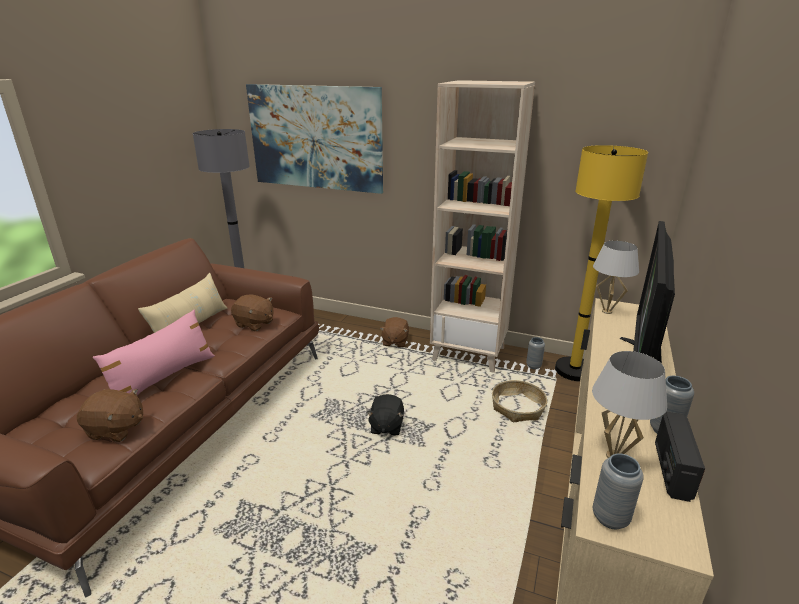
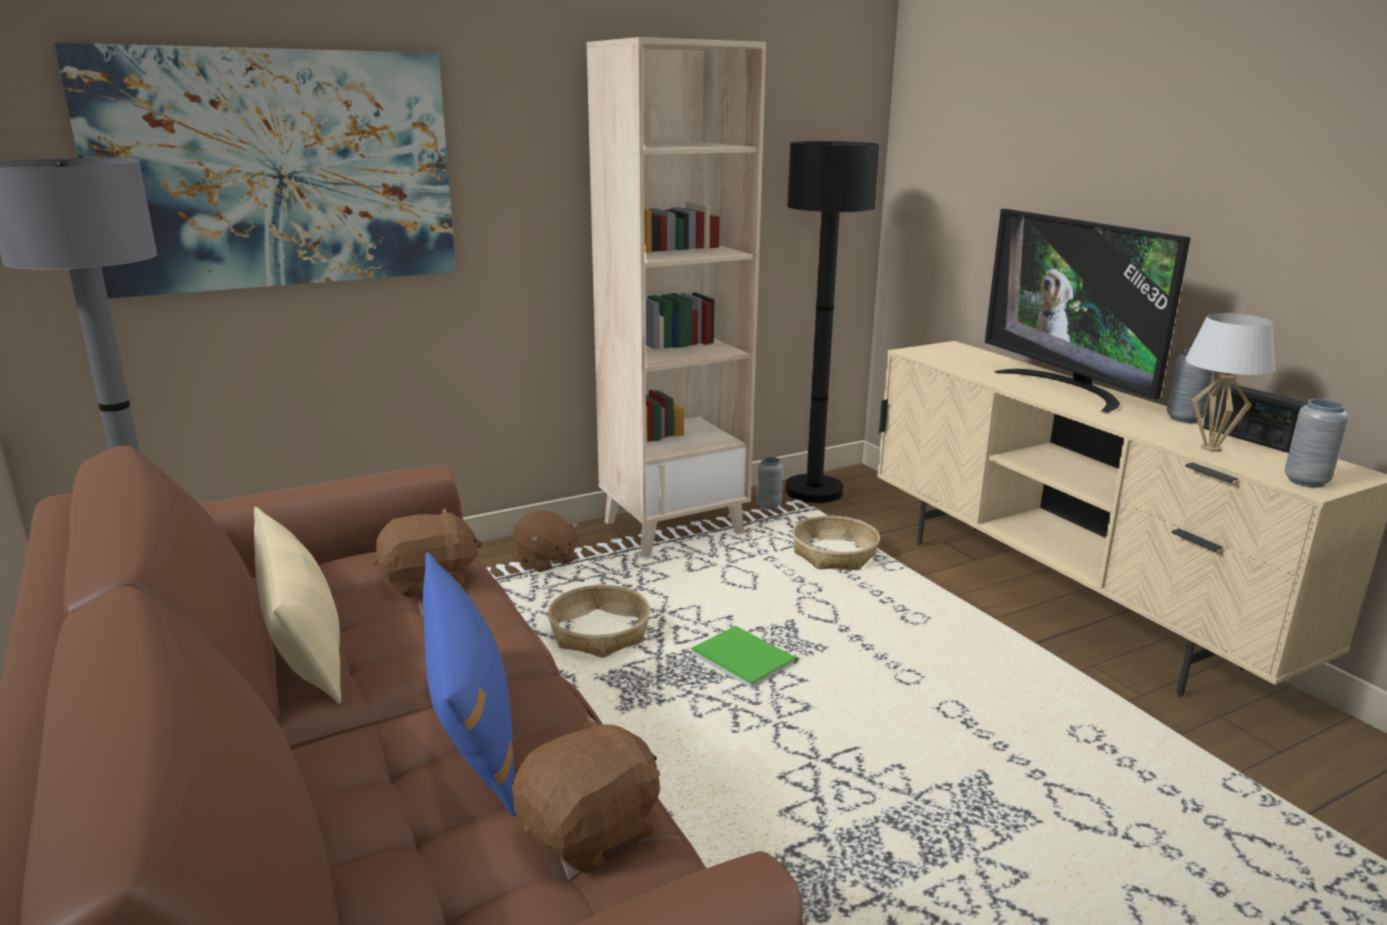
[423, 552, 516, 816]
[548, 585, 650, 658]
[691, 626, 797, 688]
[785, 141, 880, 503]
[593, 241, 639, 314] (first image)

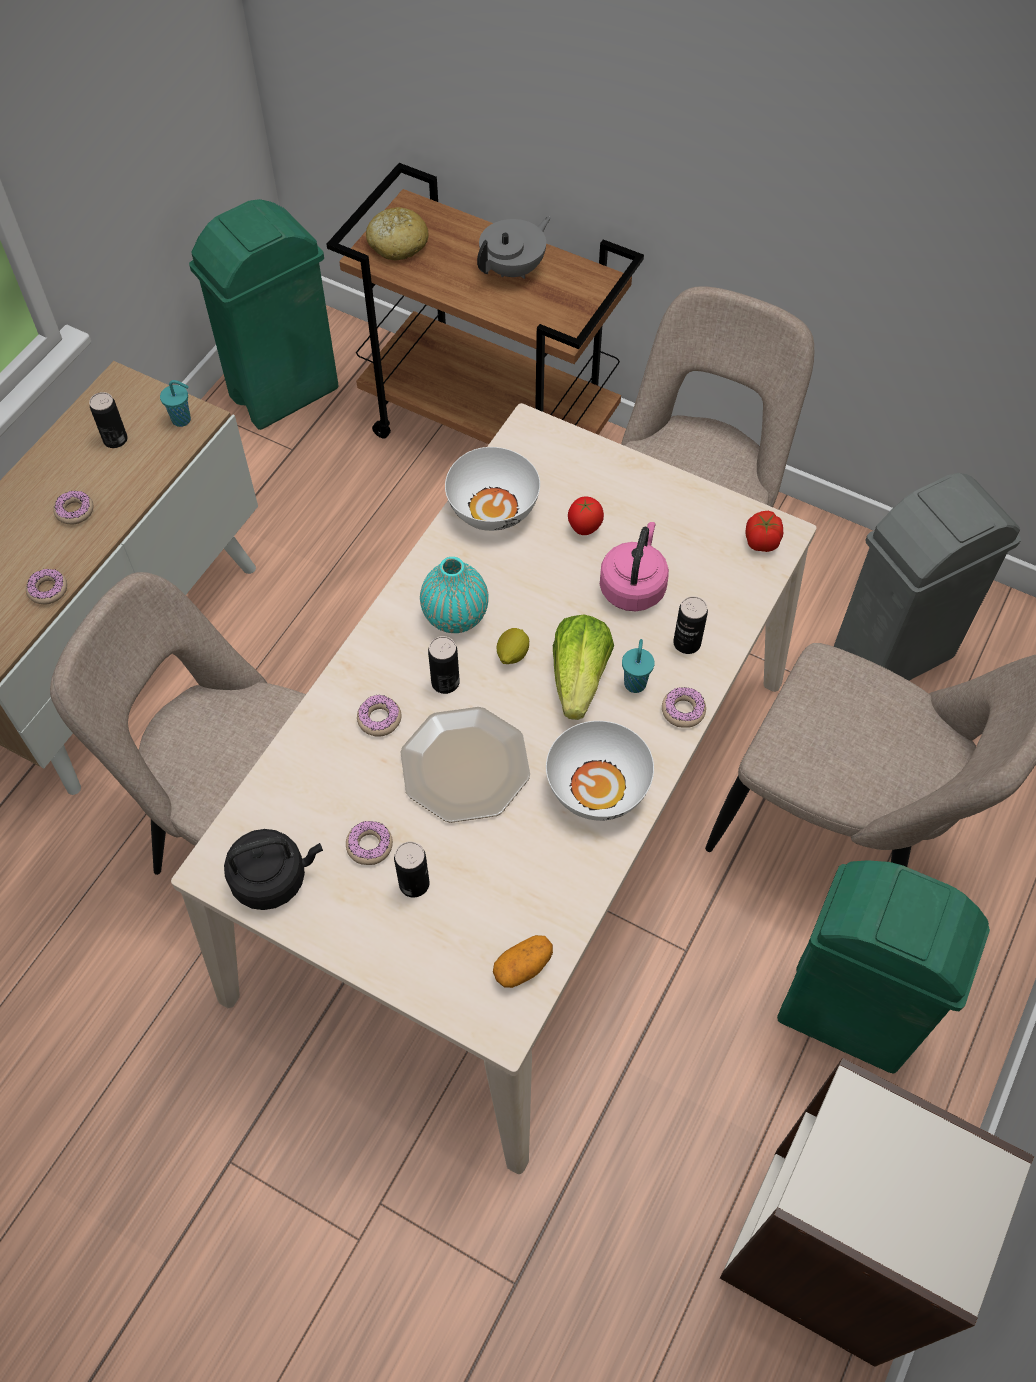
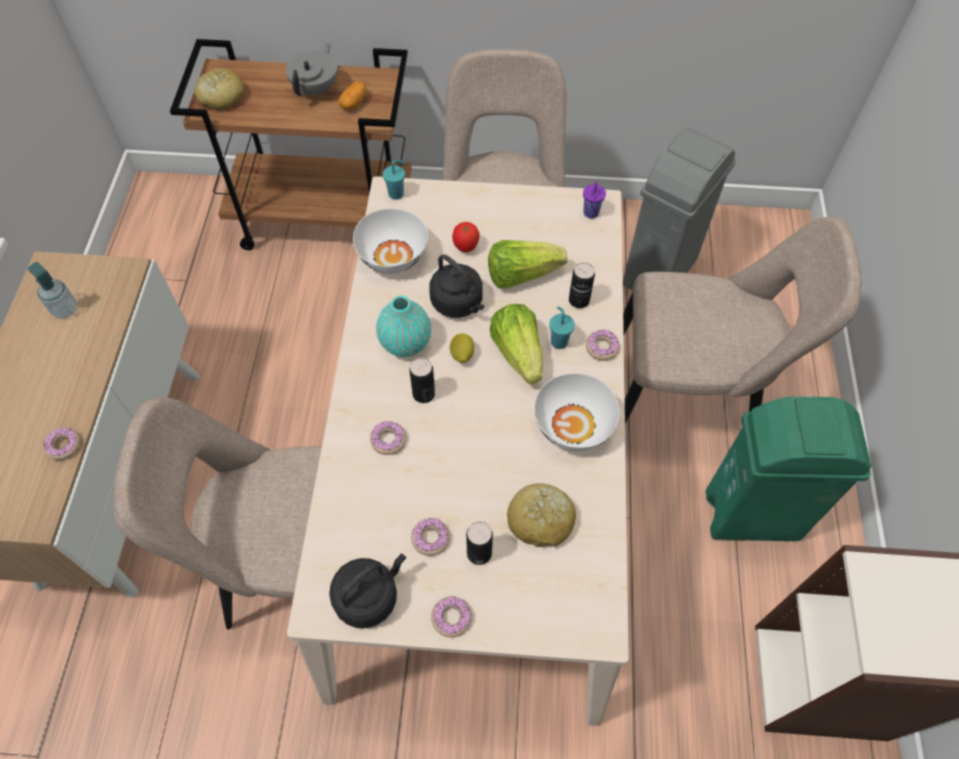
[27, 262, 77, 319]
[338, 81, 366, 110]
[383, 160, 405, 200]
[429, 254, 485, 318]
[431, 596, 472, 637]
[488, 240, 567, 288]
[507, 483, 576, 547]
[583, 182, 606, 219]
[189, 199, 338, 430] (first image)
[400, 707, 530, 823] (first image)

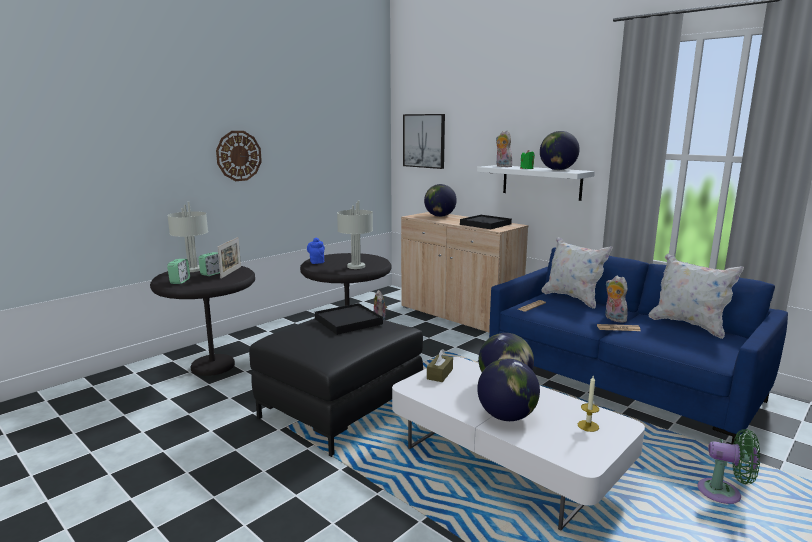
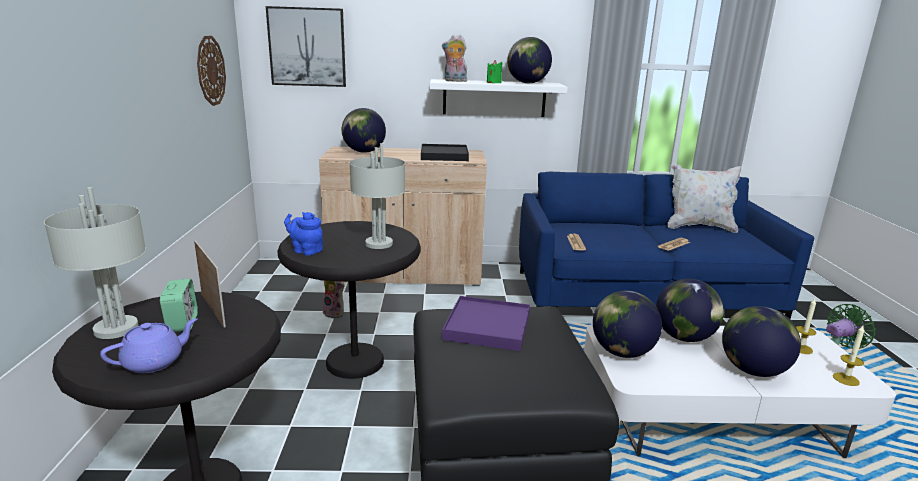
[100, 318, 198, 373]
[197, 36, 226, 106]
[442, 296, 530, 351]
[593, 291, 662, 358]
[833, 326, 865, 386]
[541, 237, 613, 309] (first image)
[605, 275, 628, 323] (first image)

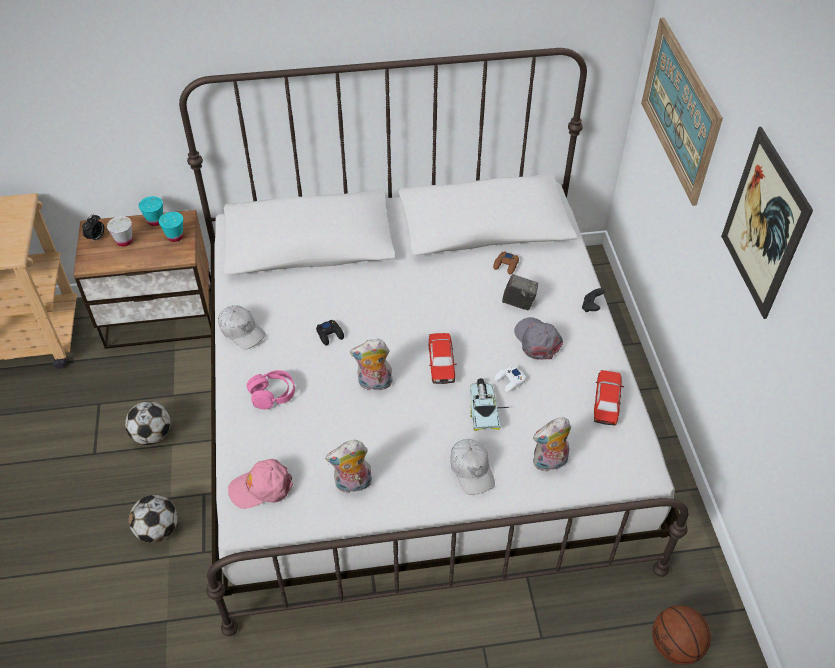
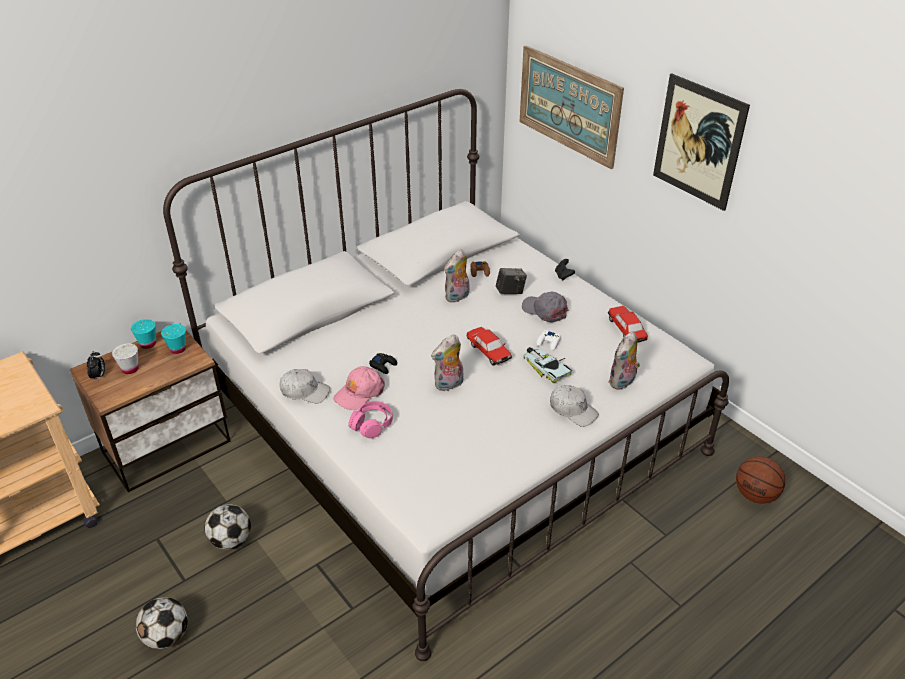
[135, 597, 188, 649]
[333, 366, 385, 410]
[444, 249, 470, 303]

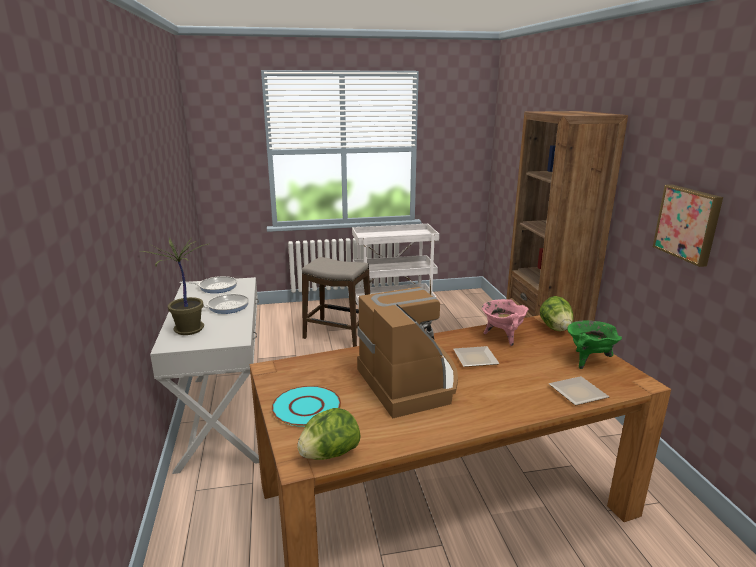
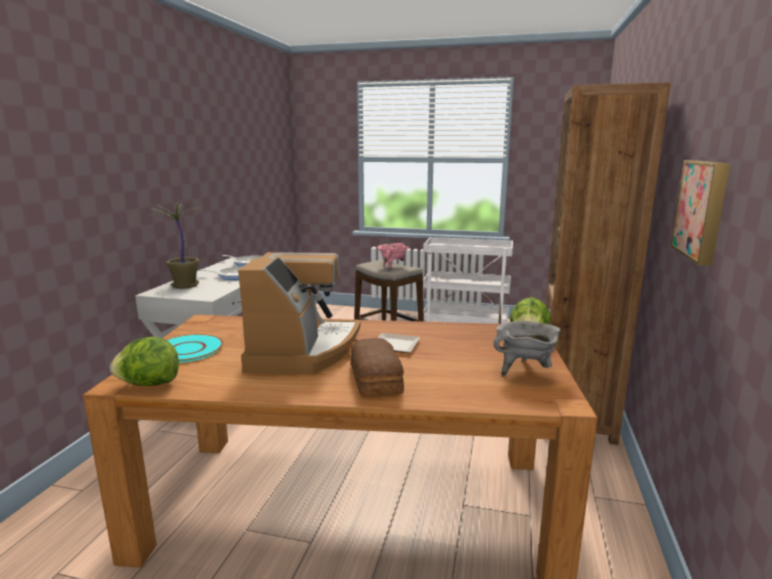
[350, 338, 404, 398]
[378, 243, 409, 270]
[493, 321, 561, 376]
[549, 376, 609, 405] (first image)

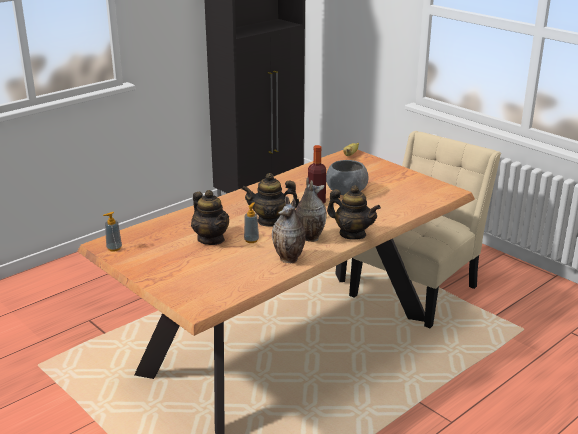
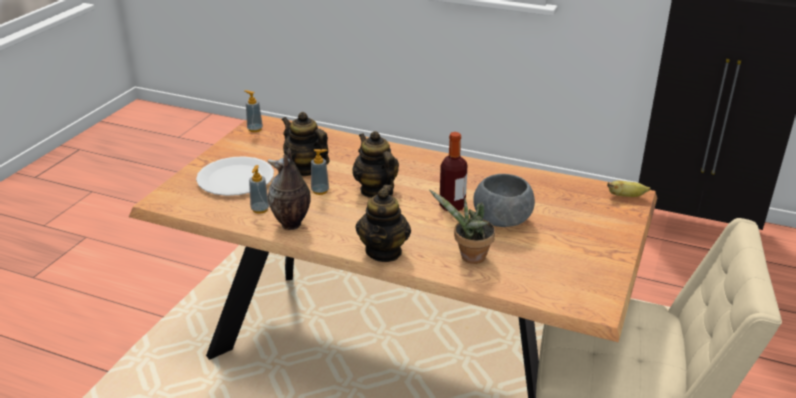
[196, 156, 274, 196]
[249, 165, 269, 214]
[282, 112, 329, 176]
[429, 189, 495, 264]
[296, 177, 327, 242] (first image)

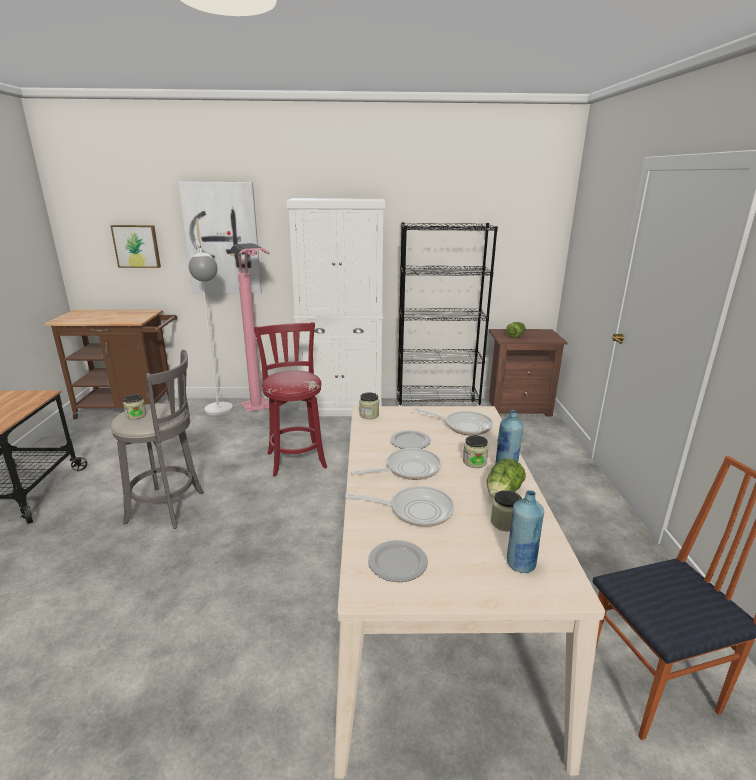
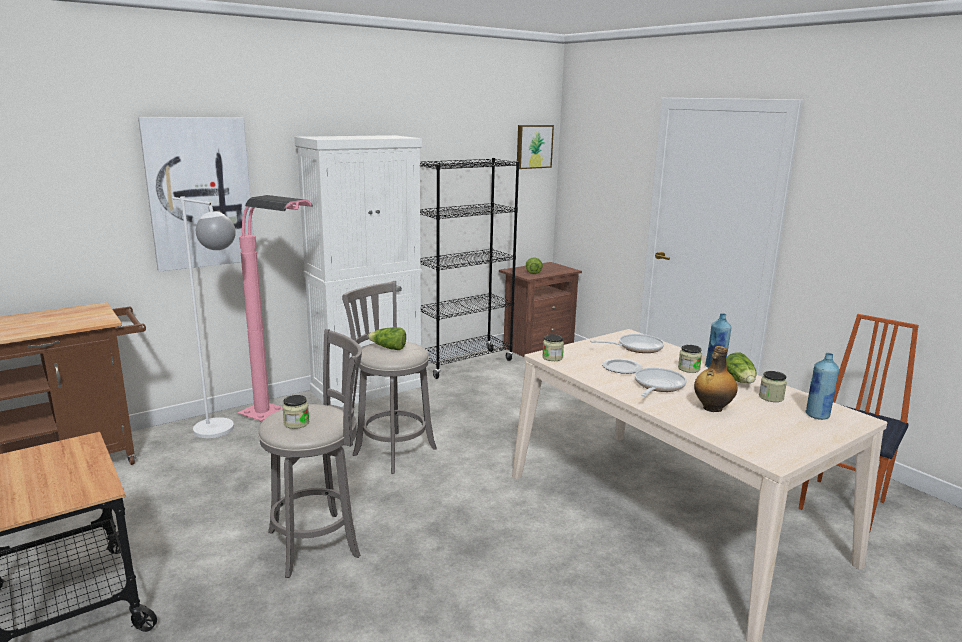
[342, 281, 437, 474]
[368, 327, 406, 350]
[517, 125, 554, 169]
[694, 346, 738, 412]
[368, 540, 428, 582] (first image)

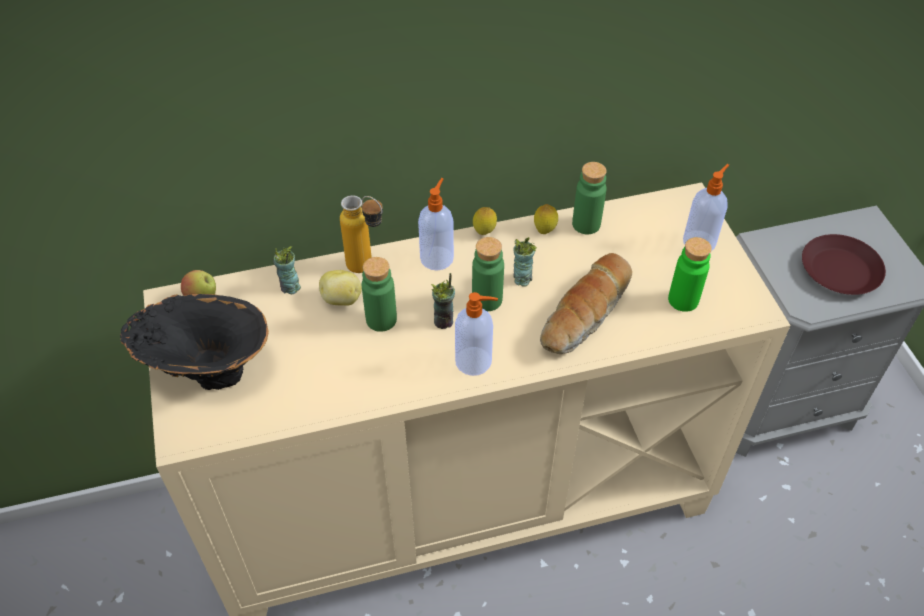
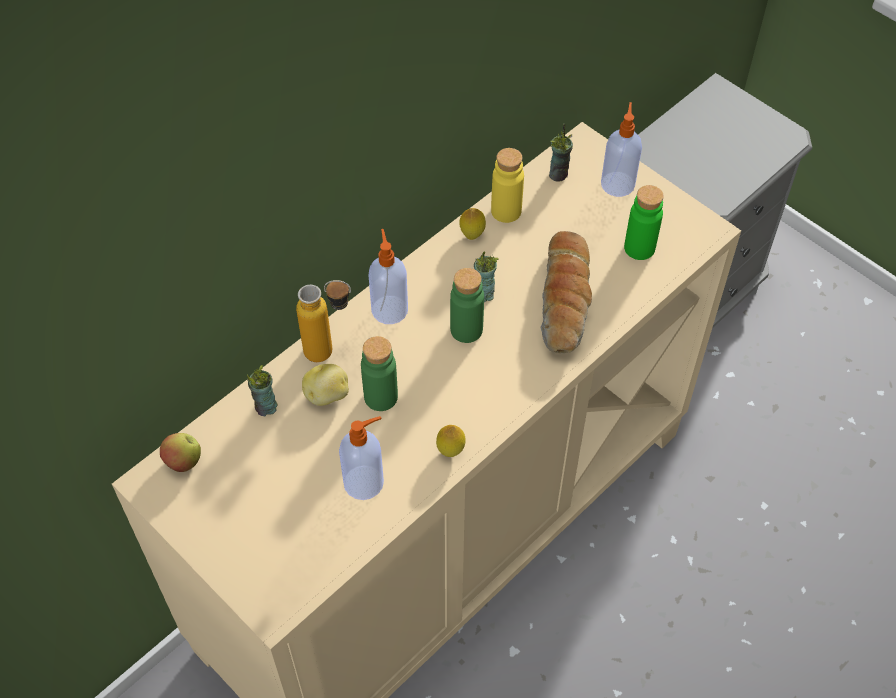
[339, 416, 384, 500]
[436, 425, 465, 457]
[491, 148, 524, 223]
[549, 124, 573, 182]
[120, 294, 269, 390] (first image)
[802, 234, 886, 295] (first image)

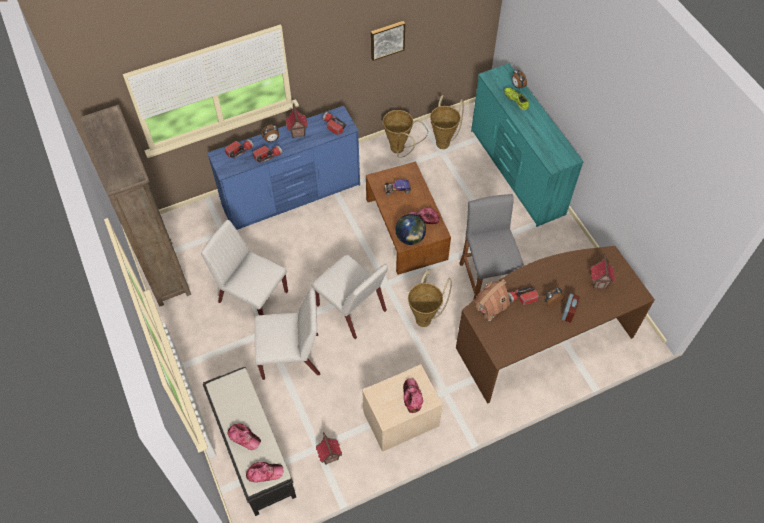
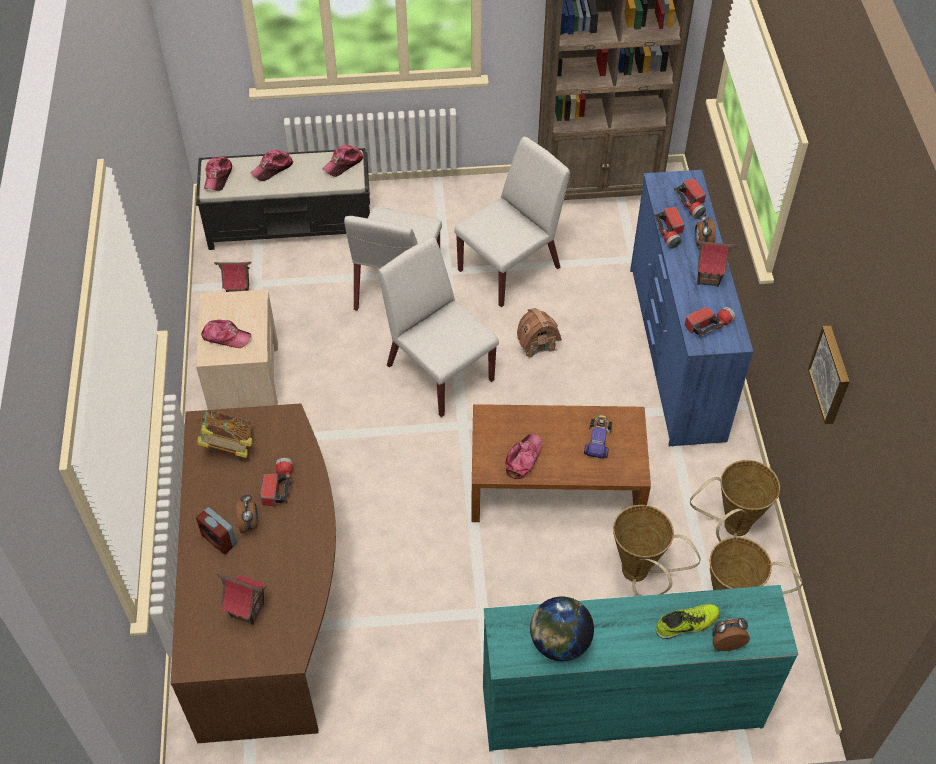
[197, 410, 252, 458]
[322, 145, 364, 177]
[378, 237, 499, 417]
[517, 308, 562, 359]
[530, 596, 594, 661]
[613, 505, 701, 596]
[459, 194, 524, 299] (first image)

